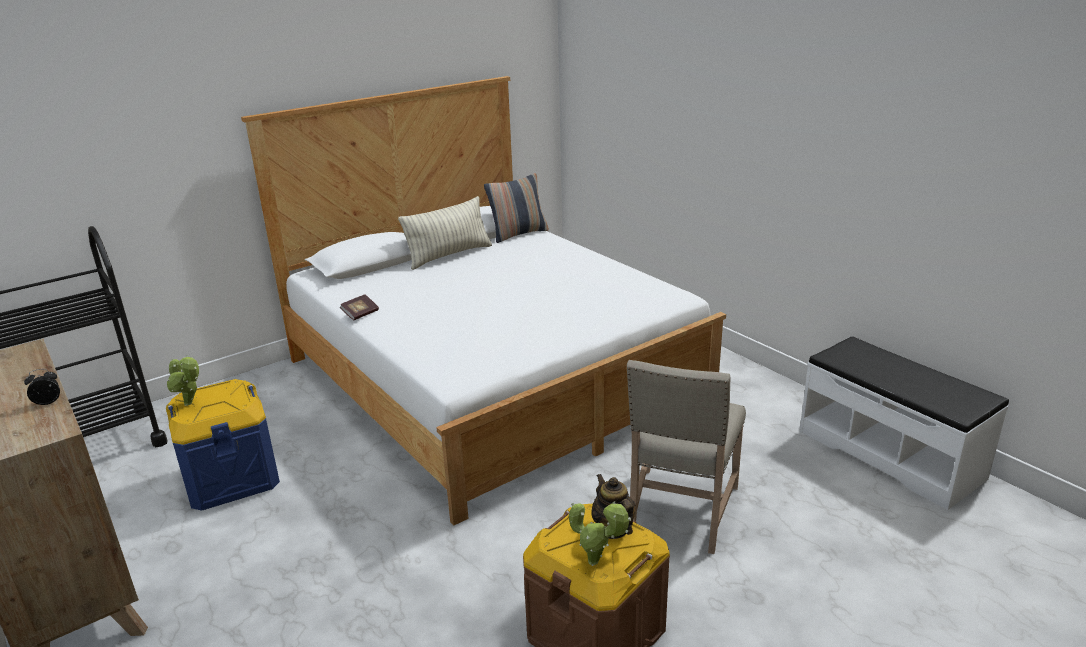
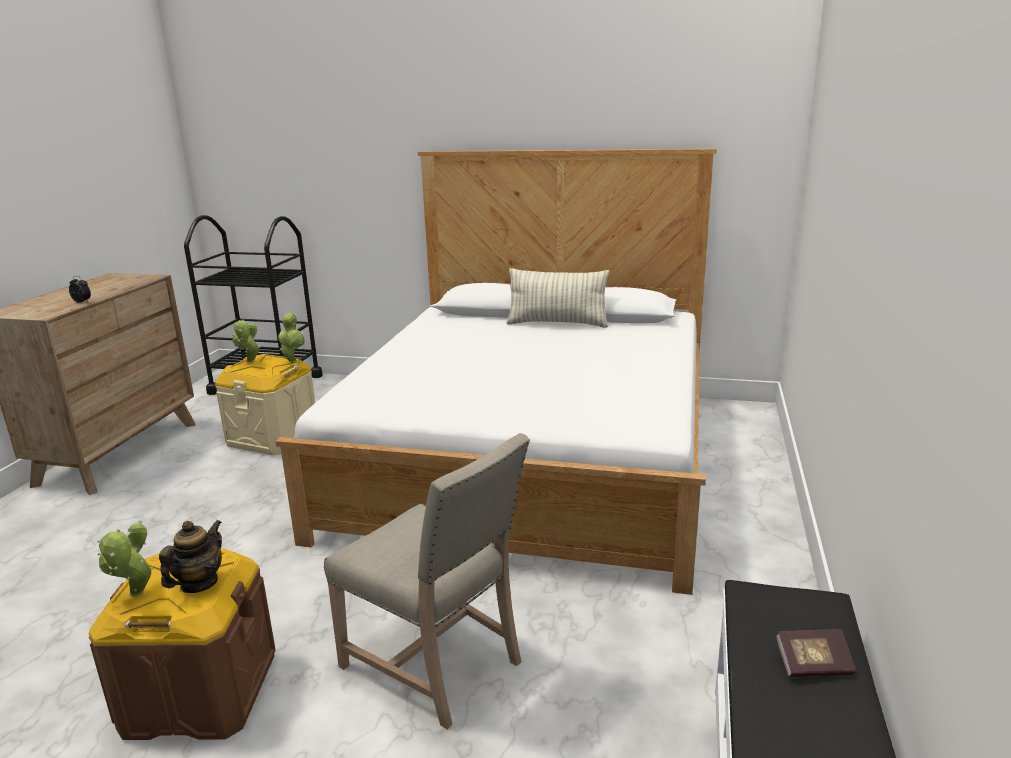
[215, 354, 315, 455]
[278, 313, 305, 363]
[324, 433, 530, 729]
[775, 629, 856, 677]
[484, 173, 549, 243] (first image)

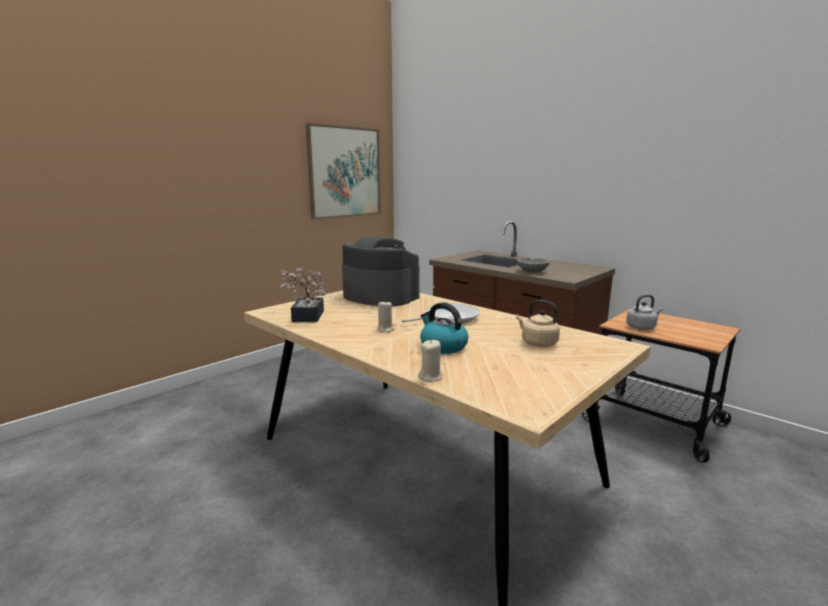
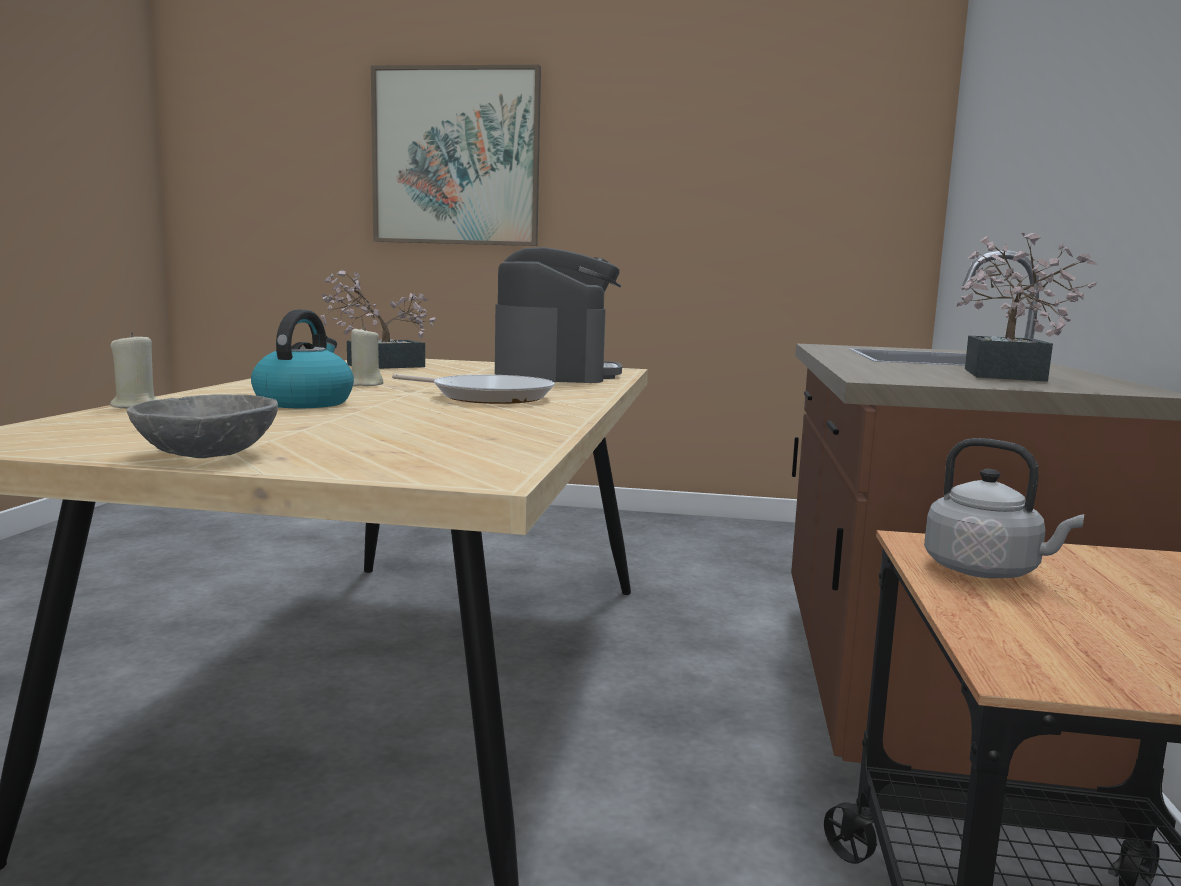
[127, 394, 278, 458]
[371, 65, 541, 246]
[957, 231, 1098, 382]
[516, 300, 560, 347] (first image)

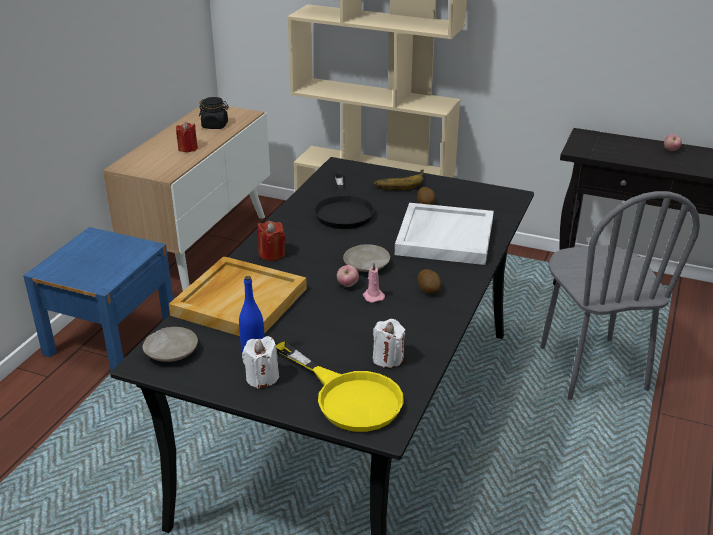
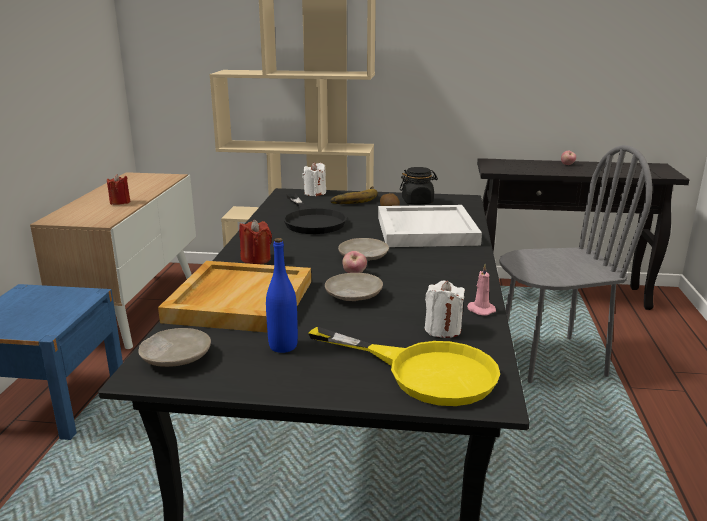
[302, 162, 326, 196]
[325, 273, 383, 301]
[400, 167, 438, 205]
[467, 264, 496, 316]
[499, 145, 653, 383]
[418, 269, 441, 294] (first image)

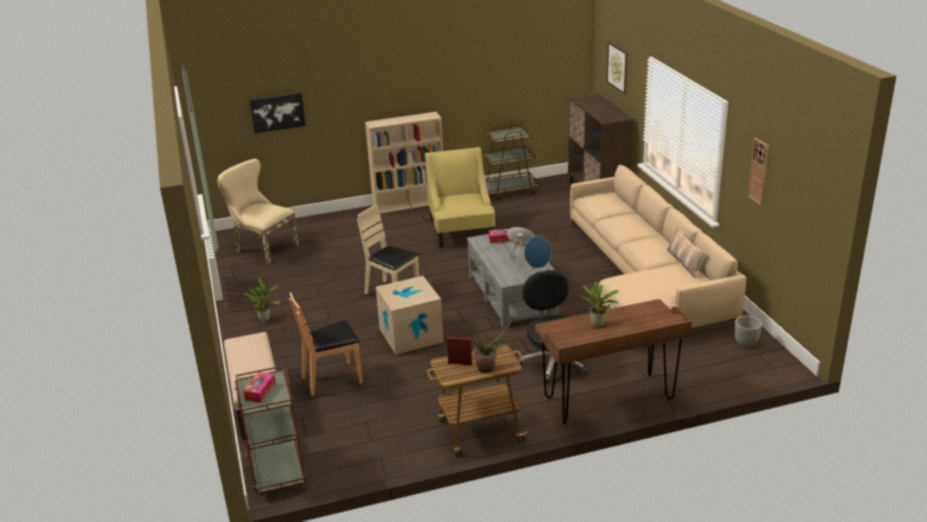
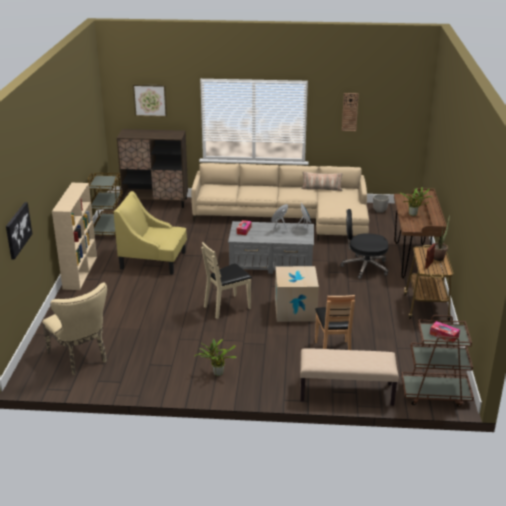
[42, 283, 107, 375]

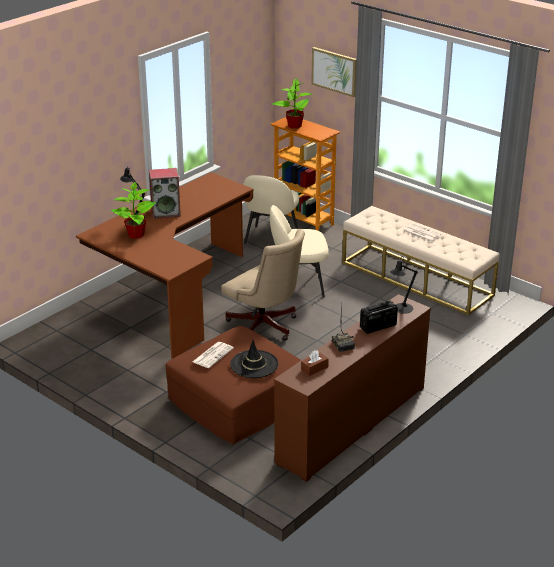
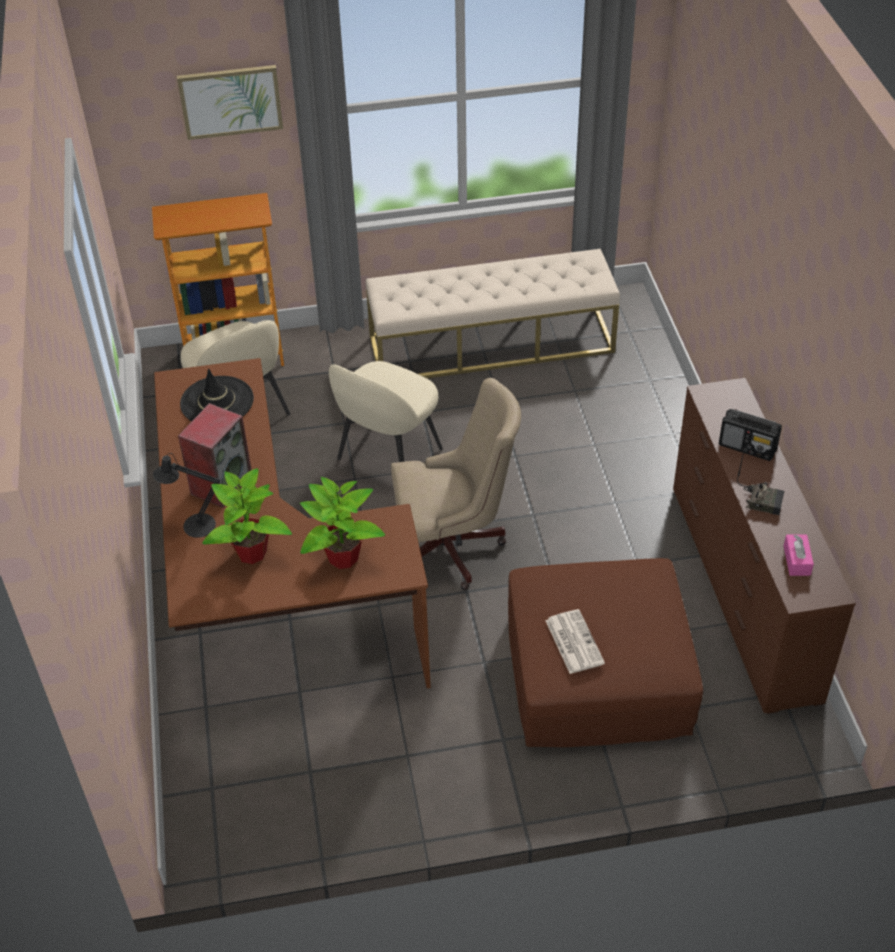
[180, 368, 254, 421]
[300, 477, 385, 569]
[719, 409, 782, 461]
[784, 535, 814, 576]
[390, 258, 418, 314] (first image)
[403, 223, 441, 242] (first image)

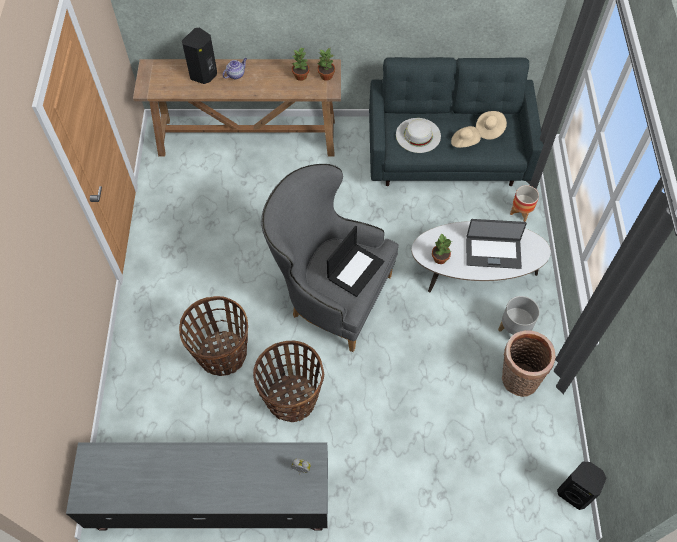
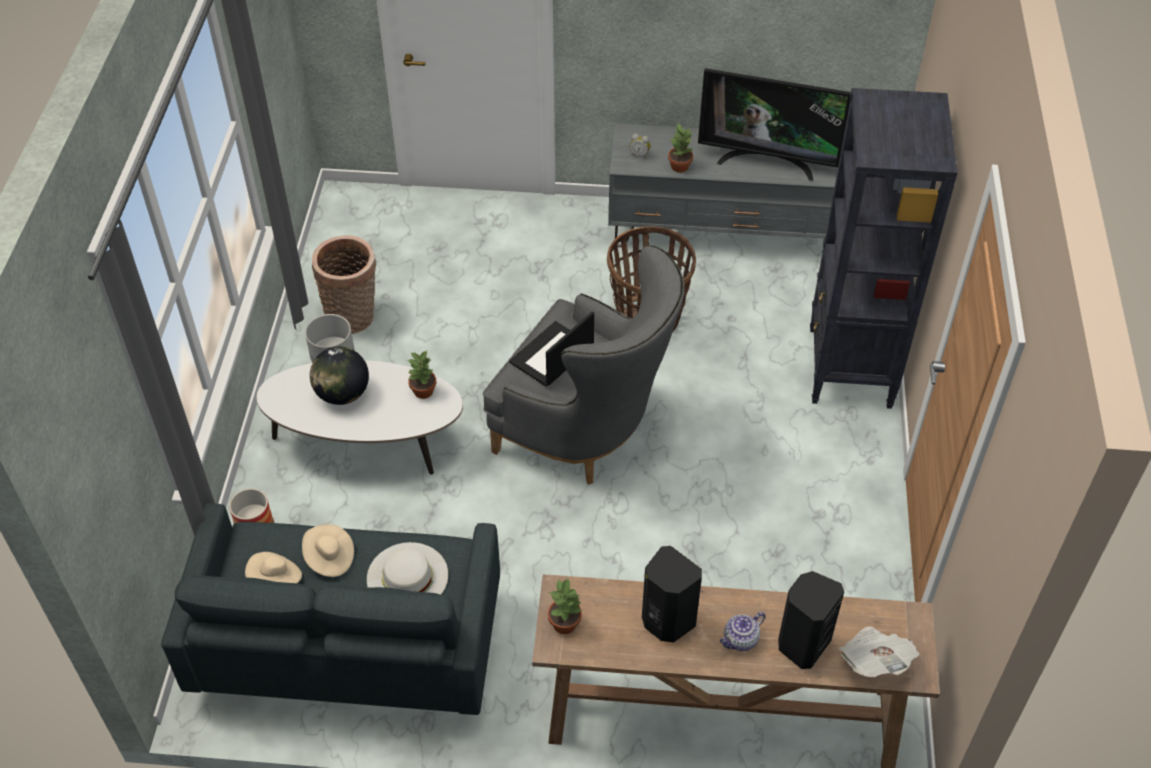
[310, 346, 369, 405]
[642, 546, 702, 642]
[668, 124, 694, 173]
[698, 68, 851, 181]
[810, 88, 958, 409]
[838, 626, 919, 677]
[179, 296, 248, 376] (first image)

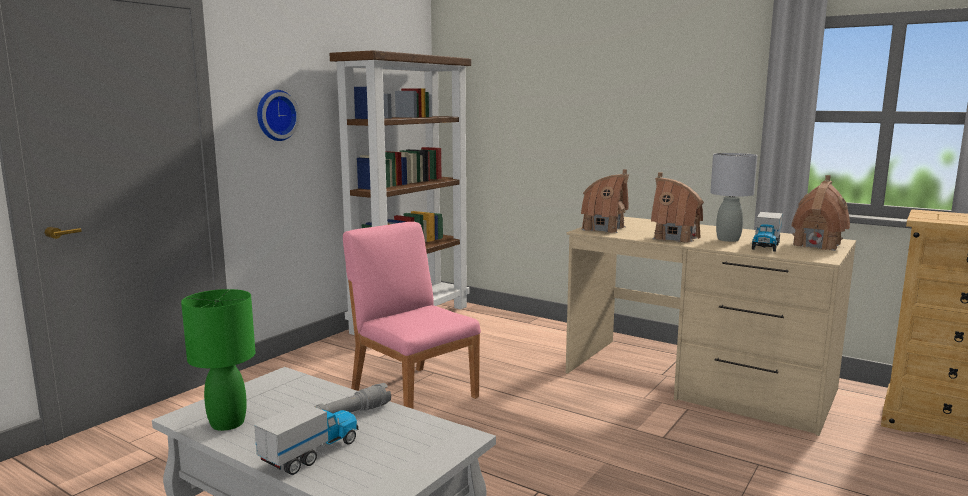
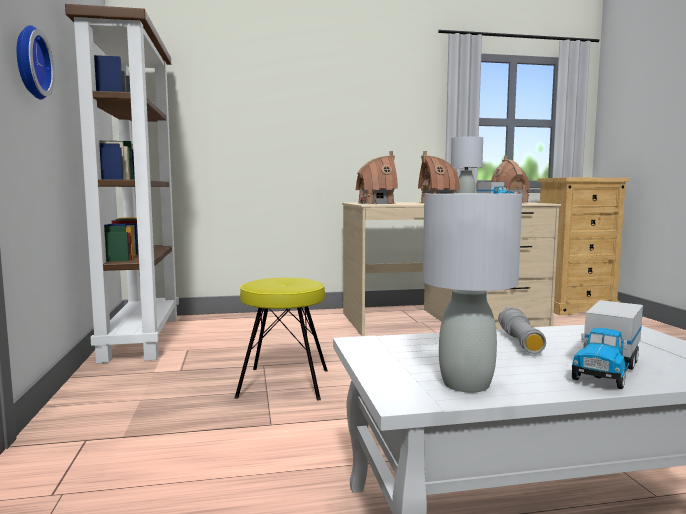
[235, 278, 328, 400]
[423, 193, 522, 393]
[572, 300, 643, 389]

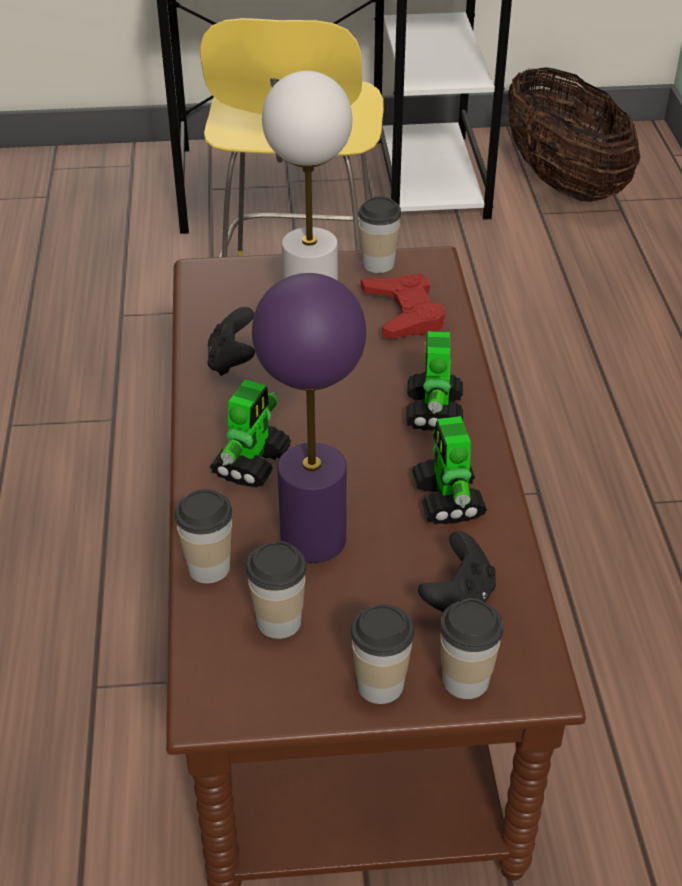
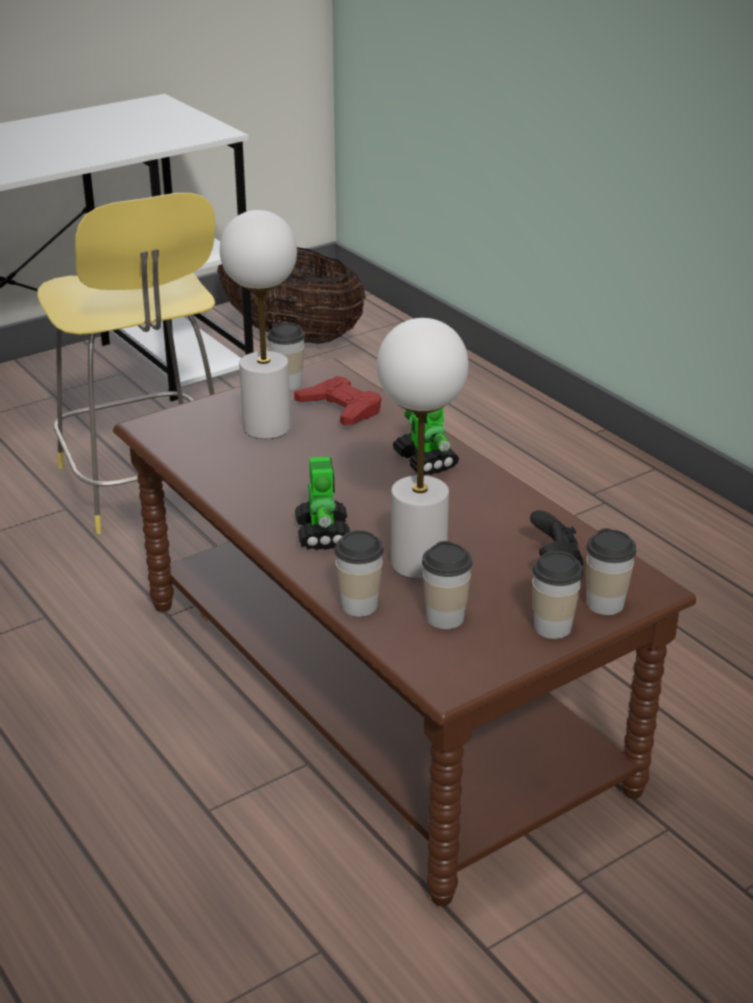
[377, 318, 469, 579]
[207, 307, 255, 376] (first image)
[411, 416, 487, 524] (first image)

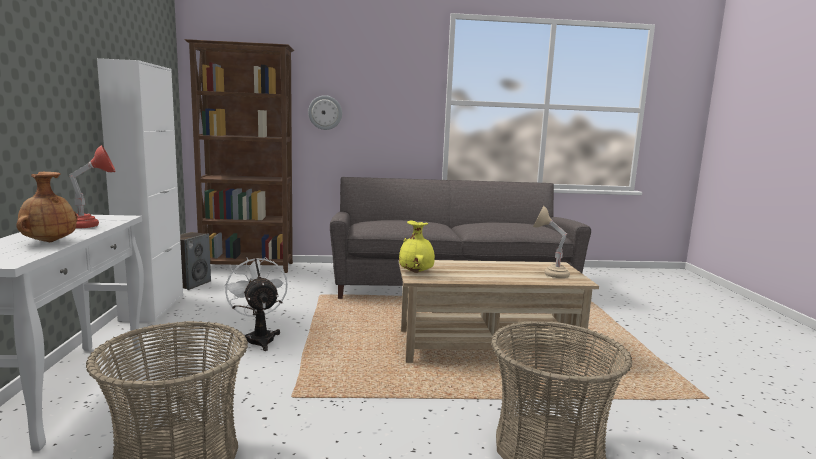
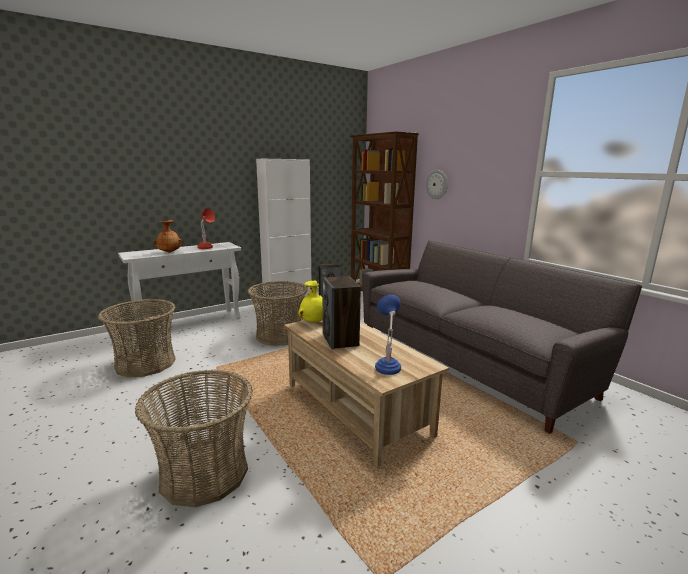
[248, 281, 308, 346]
[322, 276, 361, 349]
[375, 295, 401, 375]

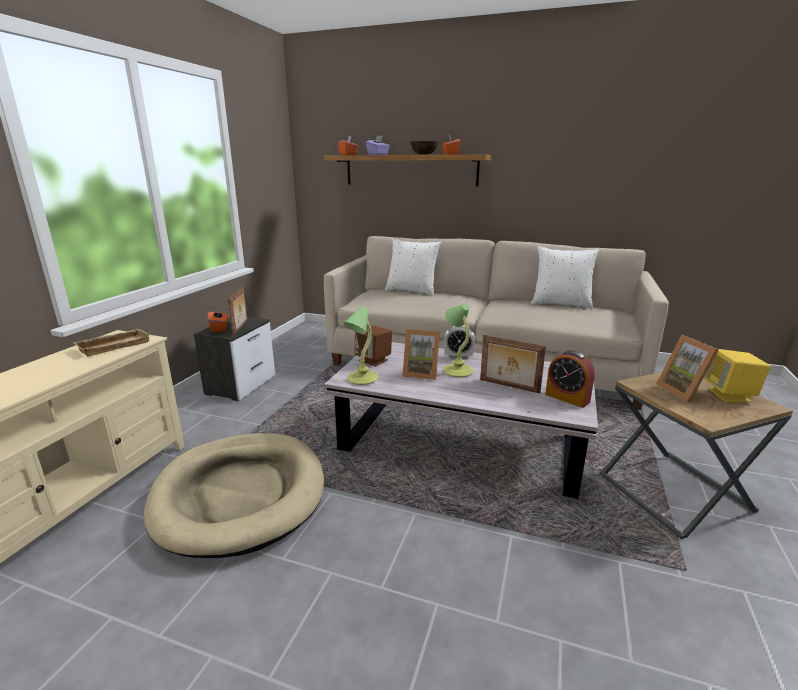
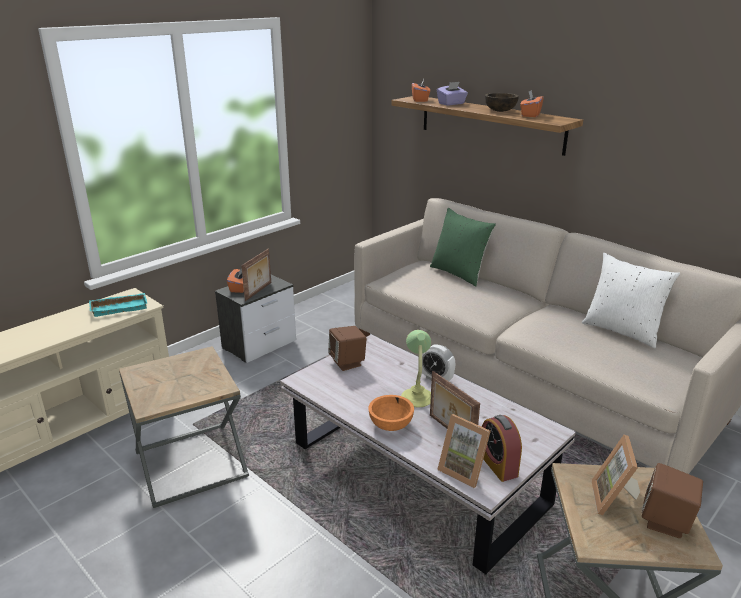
[89, 293, 147, 317]
[119, 346, 249, 508]
[368, 395, 414, 431]
[430, 208, 496, 286]
[437, 414, 491, 488]
[642, 463, 703, 538]
[343, 307, 378, 385] (first image)

